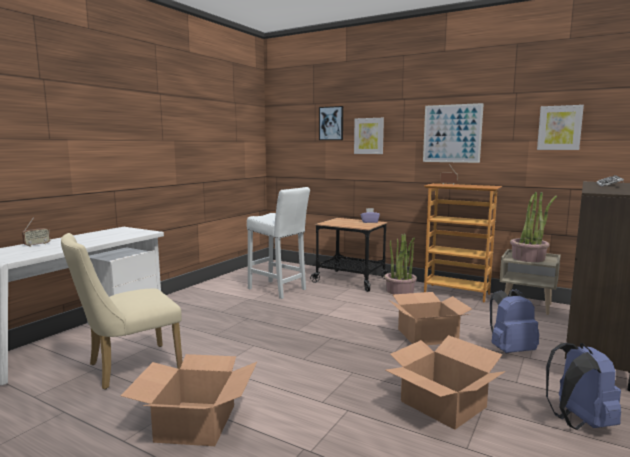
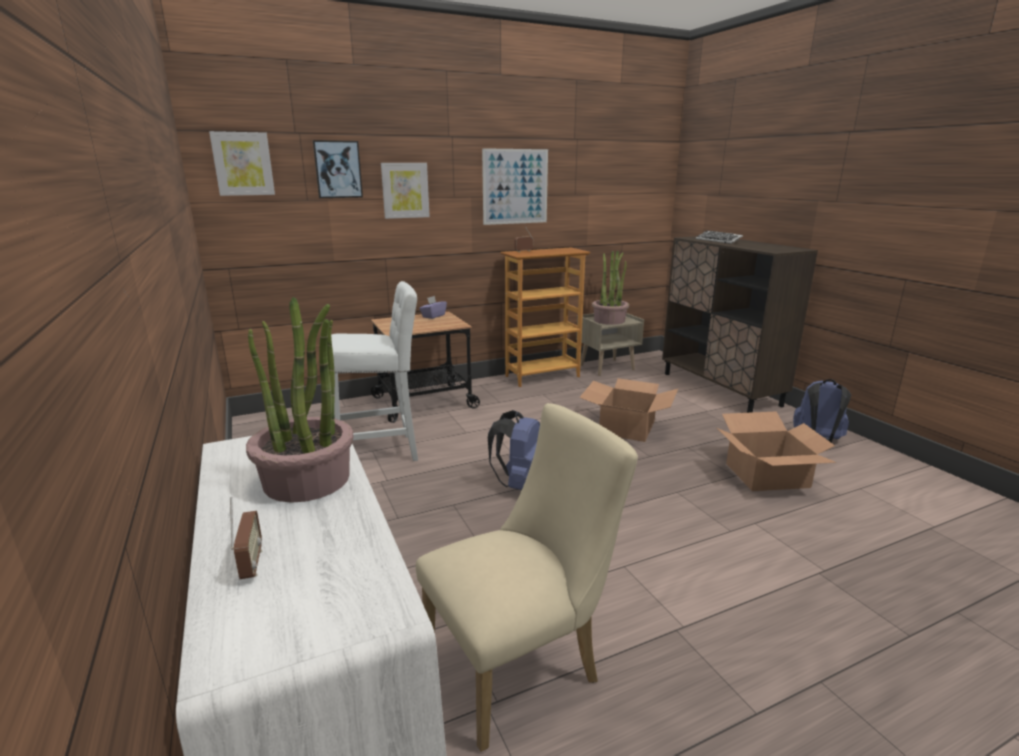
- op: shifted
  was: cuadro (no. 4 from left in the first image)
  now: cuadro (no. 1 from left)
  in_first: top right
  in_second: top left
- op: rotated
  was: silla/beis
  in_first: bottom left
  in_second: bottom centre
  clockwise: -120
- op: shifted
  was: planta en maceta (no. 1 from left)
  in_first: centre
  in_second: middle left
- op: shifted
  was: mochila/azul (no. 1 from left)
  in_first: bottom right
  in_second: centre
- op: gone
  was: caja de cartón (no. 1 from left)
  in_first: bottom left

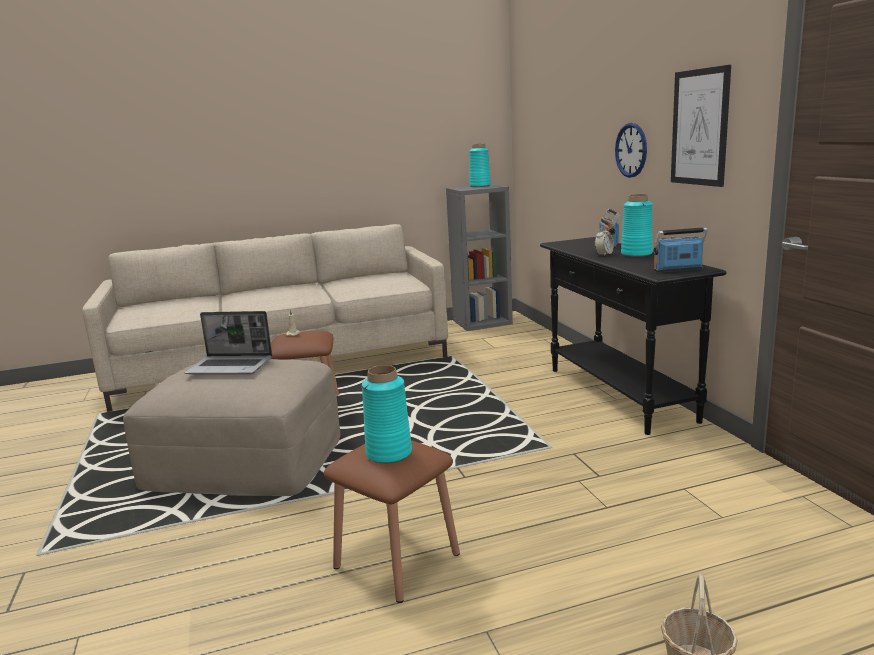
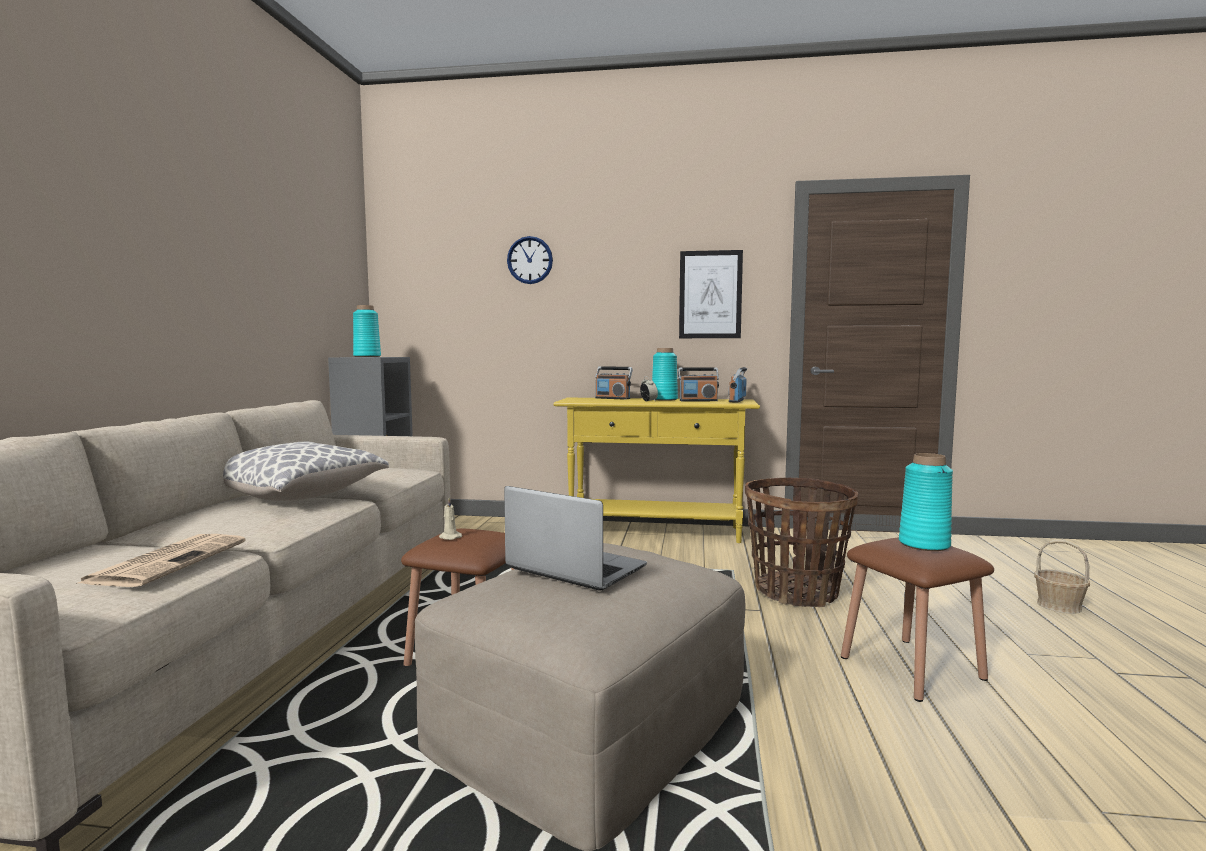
- op: shifted
  was: reloj de pared
  in_first: top right
  in_second: top centre
- op: repainted
  was: mesa consola/negro
  now: mesa consola/amarillo
  in_first: middle right
  in_second: centre
- op: rotated
  was: portátil
  in_first: middle left
  in_second: centre
  clockwise: -90
- op: new
  now: radio (no. 2 from left)
  in_second: centre
- op: new
  now: cojín
  in_second: middle left
- op: new
  now: cesta (no. 1 from left)
  in_second: centre
- op: new
  now: periódico
  in_second: middle left

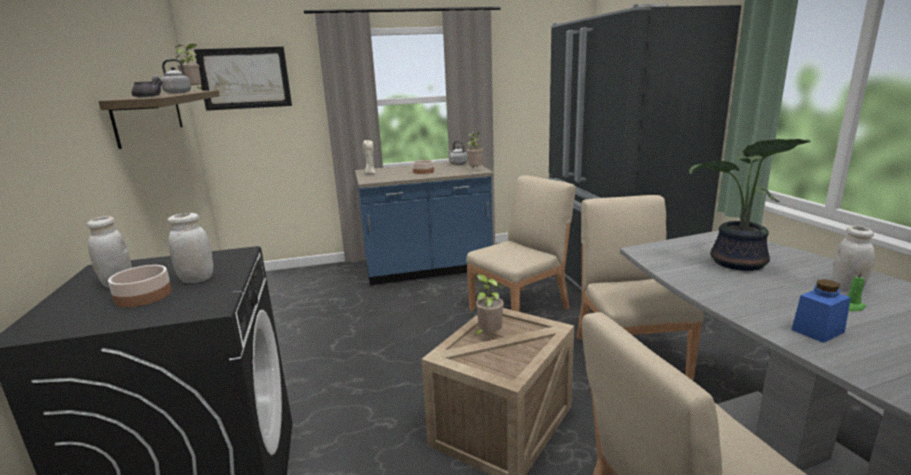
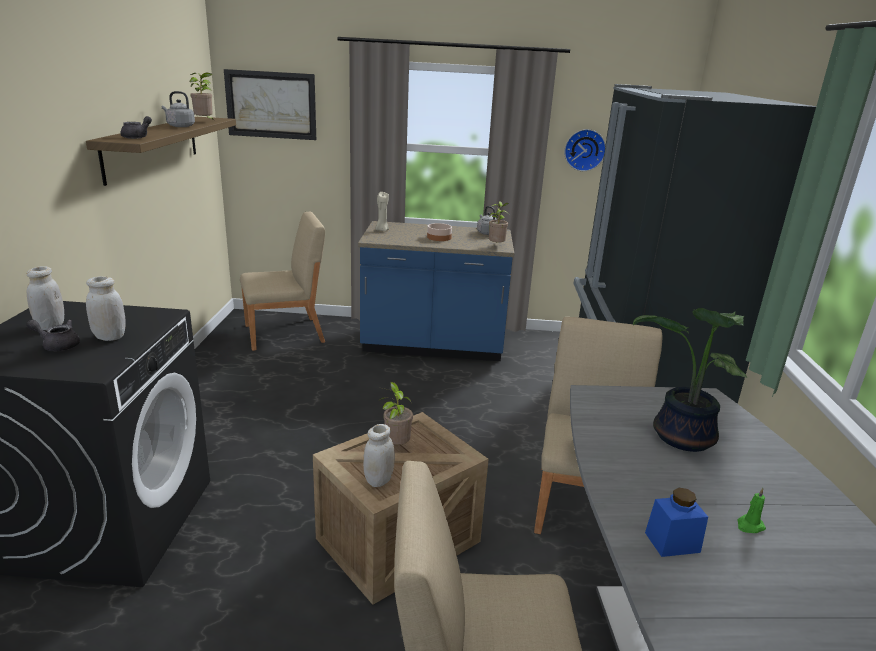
- op: shifted
  was: silla/beis (no. 1 from left)
  in_first: centre
  in_second: middle left
- op: shifted
  was: tarro/blanco (no. 3 from left)
  in_first: middle right
  in_second: bottom centre
- op: swapped
  was: cuenco (no. 1 from left)
  now: tetera/gris (no. 1 from left)
  in_first: middle left
  in_second: middle left
- op: new
  now: reloj de pared
  in_second: top right

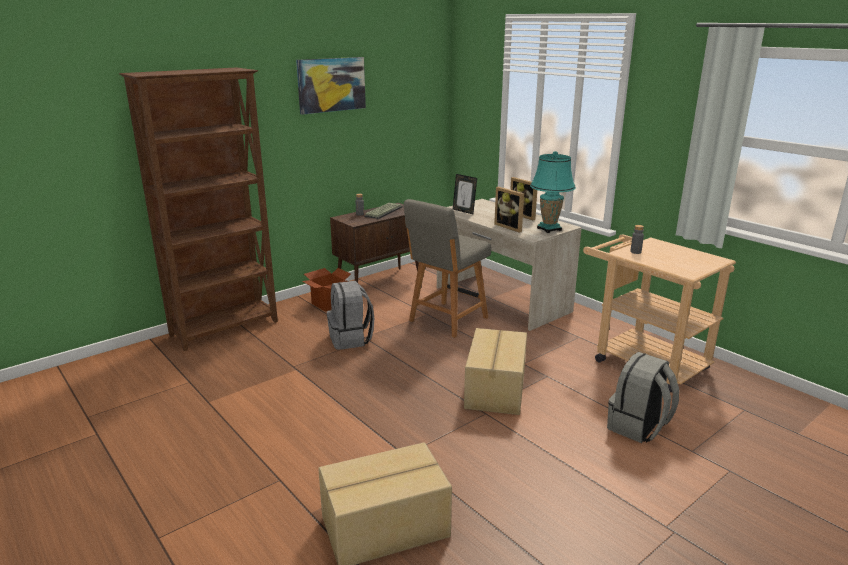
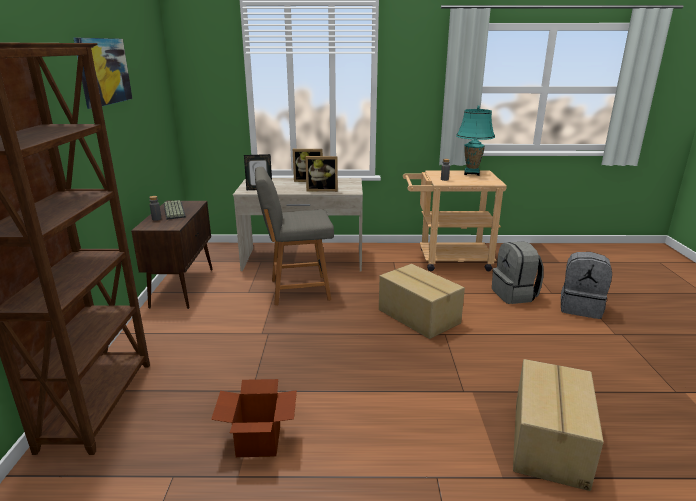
- op: shifted
  was: lámpara de mesa/turquesa
  in_first: centre
  in_second: top right
- op: rotated
  was: silla/gris
  in_first: centre
  in_second: centre
  clockwise: 90
- op: shifted
  was: caja de cartón (no. 1 from left)
  in_first: centre
  in_second: bottom centre
- op: shifted
  was: mochila/gris (no. 1 from left in the first image)
  now: mochila/gris (no. 2 from left)
  in_first: centre
  in_second: middle right

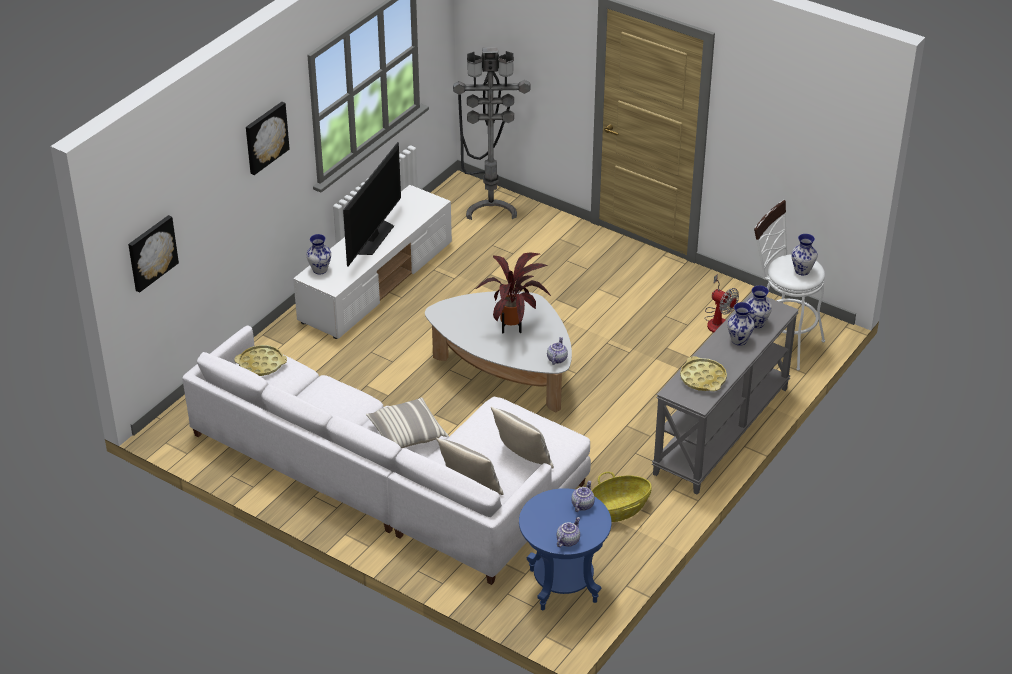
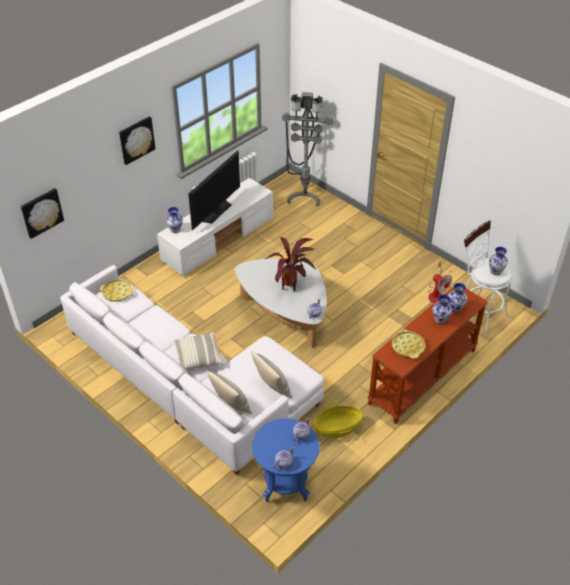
- op: repainted
  was: mesa consola/gris
  now: mesa consola/marrón
  in_first: middle right
  in_second: middle right

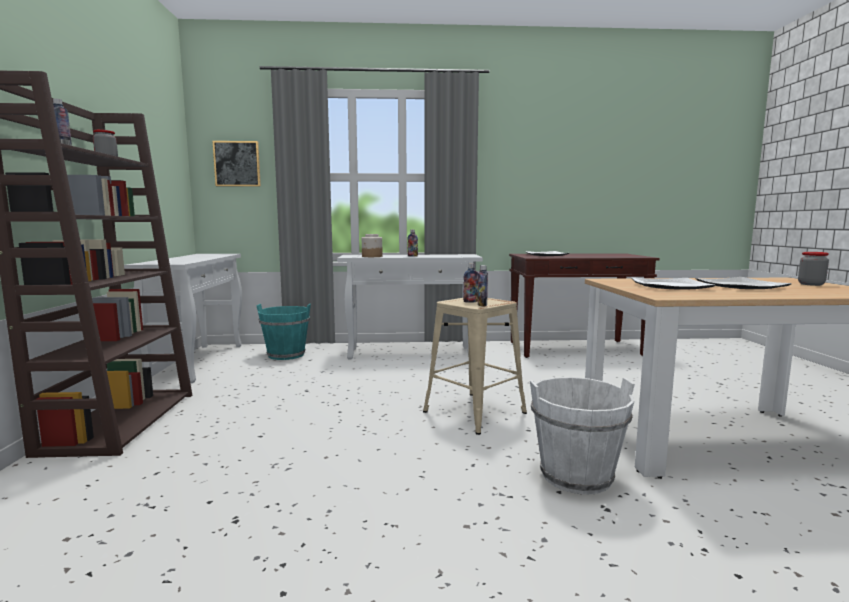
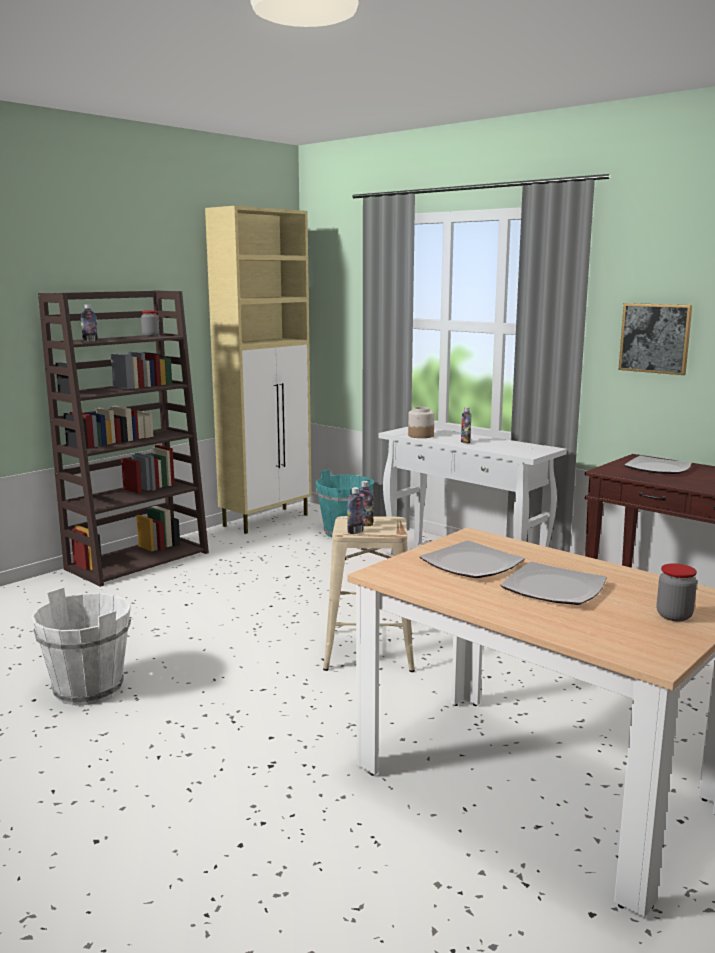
- op: shifted
  was: cuadro
  in_first: top left
  in_second: middle right
- op: swapped
  was: mesa consola/blanco (no. 1 from left)
  now: armario/beis
  in_first: middle left
  in_second: centre
- op: shifted
  was: cubo/blanco
  in_first: bottom right
  in_second: bottom left

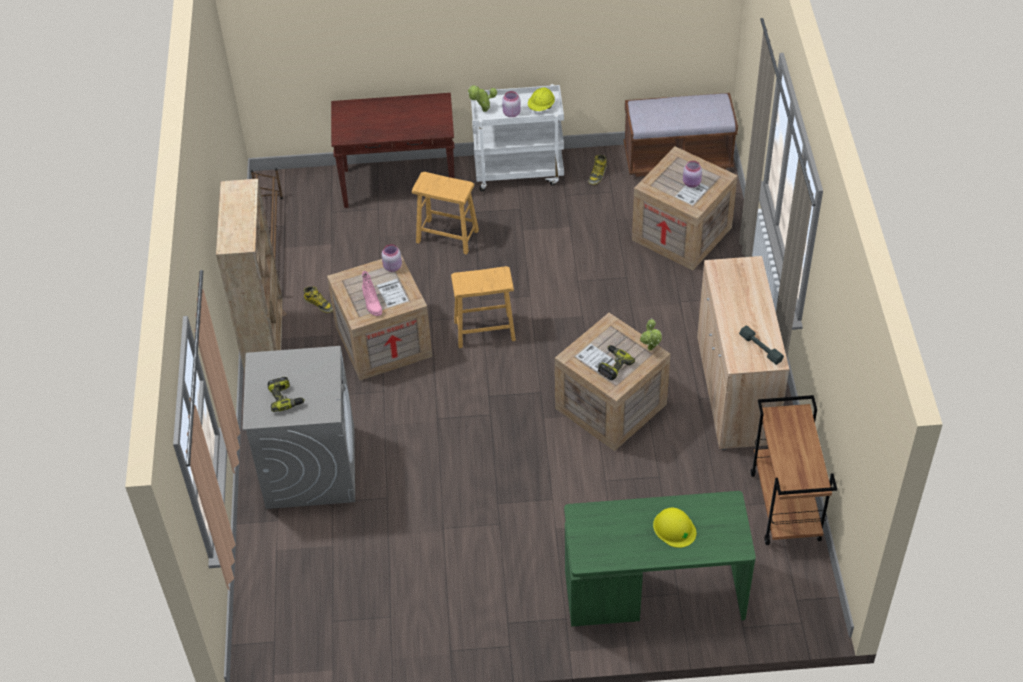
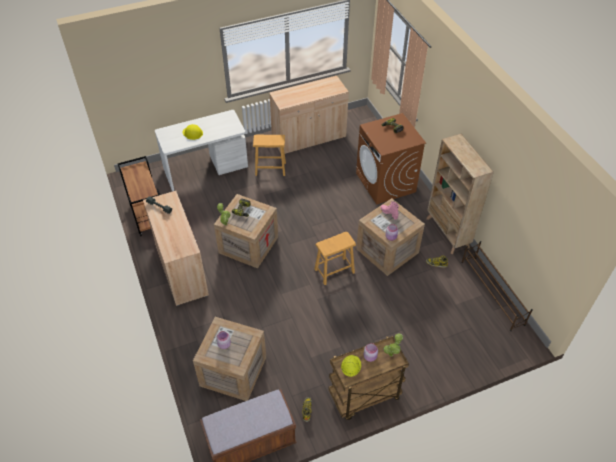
- op: repainted
  was: carrito/blanco
  now: carrito/marrón (no. 2 from left)
  in_first: top centre
  in_second: bottom centre
- op: gone
  was: mesa consola/marrón
  in_first: top centre
- op: shifted
  was: taburete/marrón (no. 1 from left)
  in_first: top centre
  in_second: centre
- op: repainted
  was: lavadora/gris
  now: lavadora/marrón
  in_first: middle left
  in_second: centre
- op: repainted
  was: escritorio/verde
  now: escritorio/blanco
  in_first: bottom centre
  in_second: top left
- op: new
  now: armario/beis (no. 2 from left)
  in_second: top centre

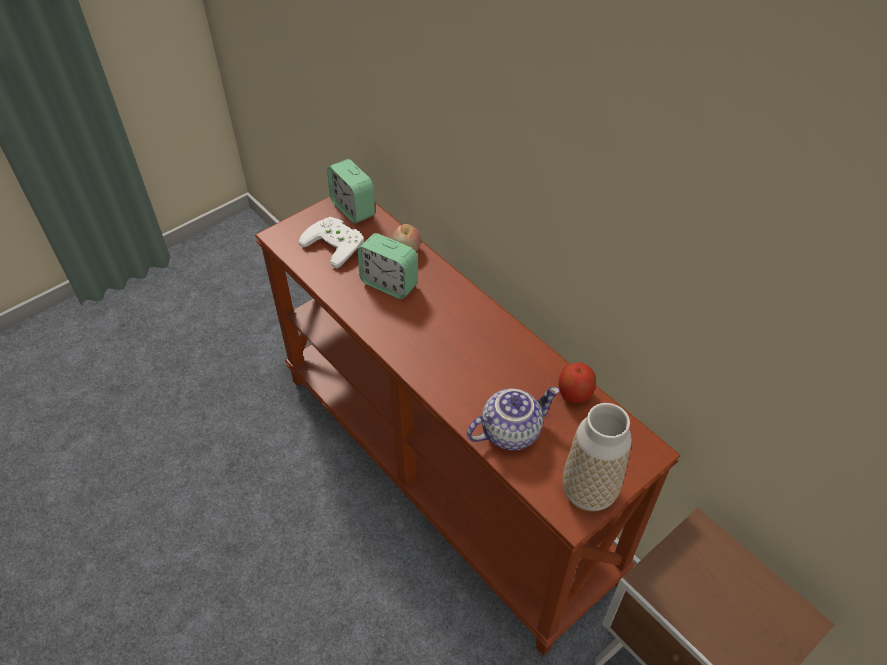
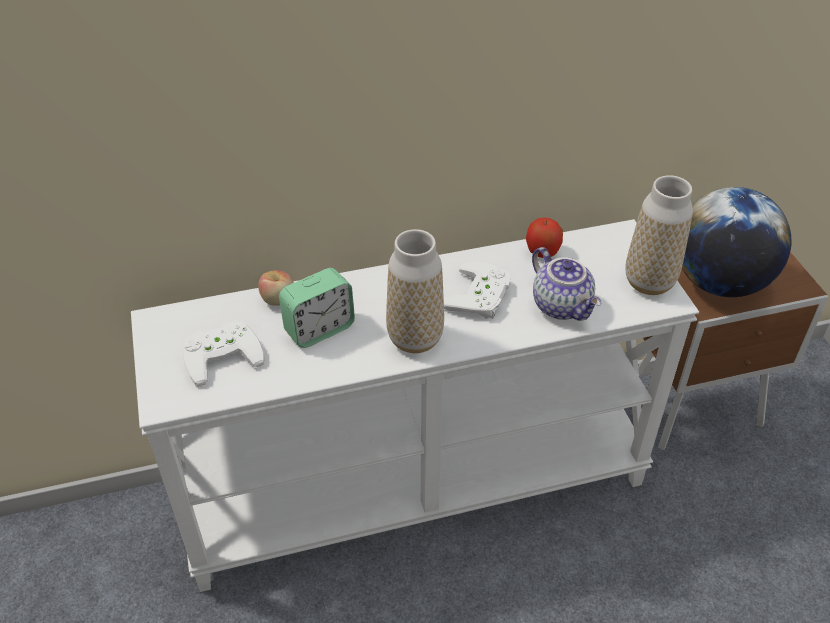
- op: gone
  was: despertador (no. 1 from left)
  in_first: top centre
- op: repainted
  was: mesa consola/marrón
  now: mesa consola/blanco
  in_first: centre
  in_second: centre
- op: rotated
  was: tetera
  in_first: centre
  in_second: middle right
  clockwise: 150
- op: new
  now: globo terráqueo
  in_second: middle right
- op: new
  now: florero (no. 1 from left)
  in_second: centre
- op: new
  now: mando de consola/blanco (no. 2 from left)
  in_second: centre

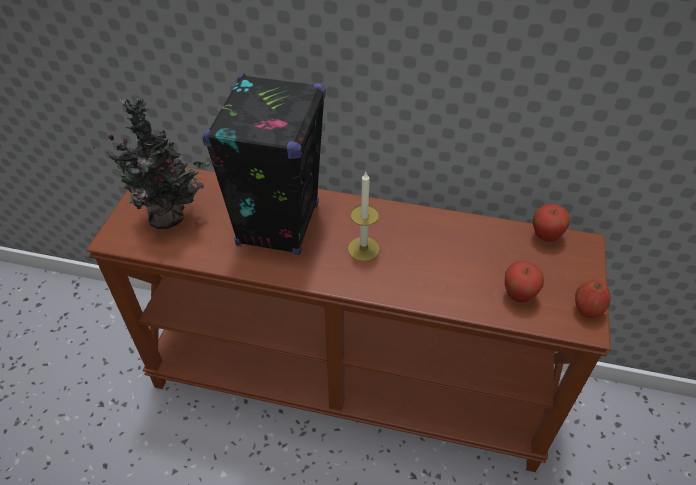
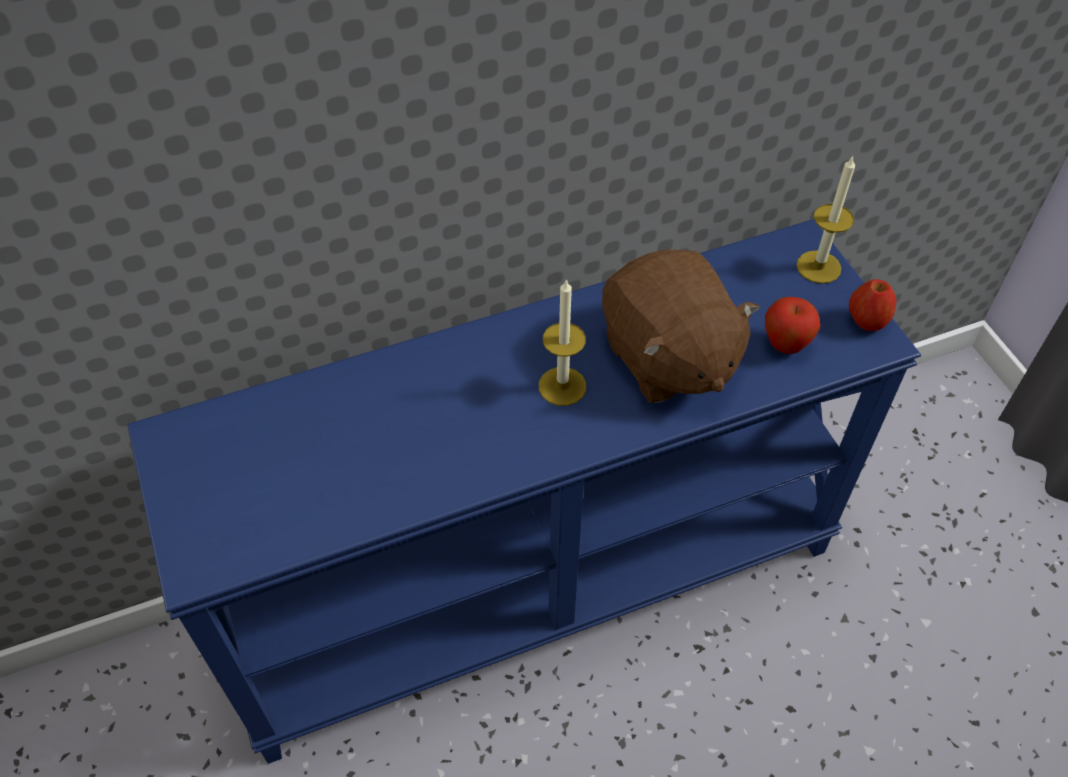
- op: gone
  was: altavoz/negro
  in_first: centre
- op: gone
  was: planta en maceta
  in_first: middle left
- op: repainted
  was: mesa consola/marrón
  now: mesa consola/azul
  in_first: centre
  in_second: centre
- op: gone
  was: manzana (no. 2 from left)
  in_first: middle right
- op: new
  now: vela (no. 2 from left)
  in_second: top right
- op: new
  now: peluche/marrón
  in_second: centre

